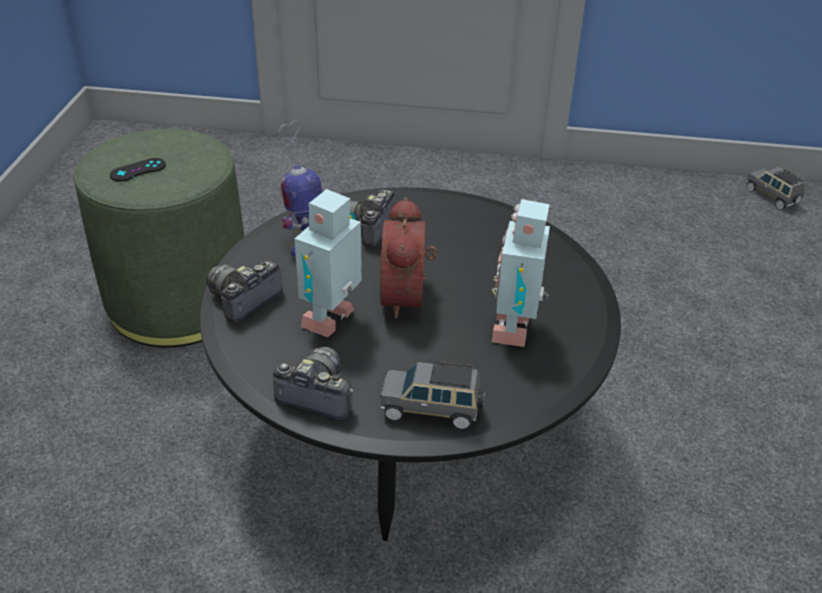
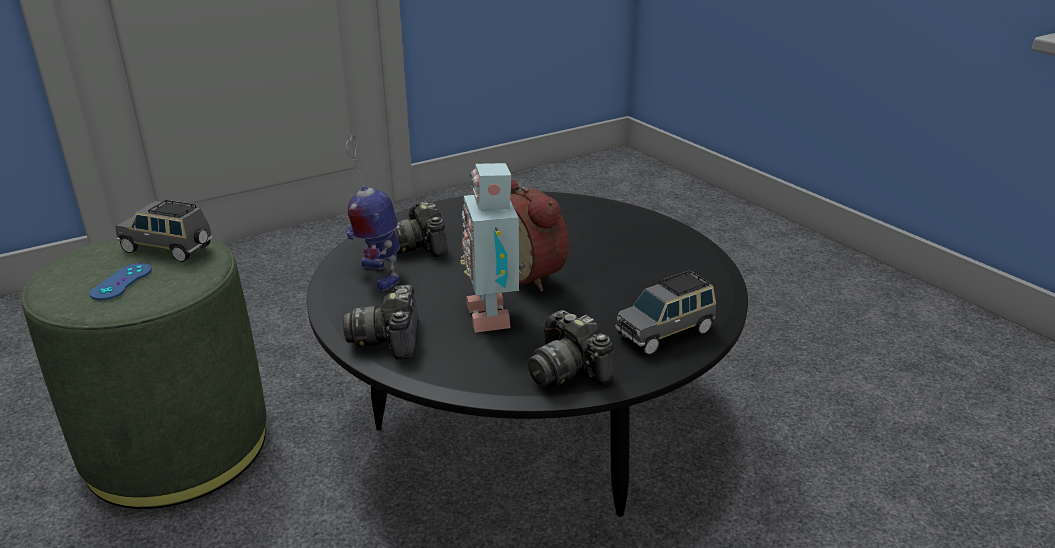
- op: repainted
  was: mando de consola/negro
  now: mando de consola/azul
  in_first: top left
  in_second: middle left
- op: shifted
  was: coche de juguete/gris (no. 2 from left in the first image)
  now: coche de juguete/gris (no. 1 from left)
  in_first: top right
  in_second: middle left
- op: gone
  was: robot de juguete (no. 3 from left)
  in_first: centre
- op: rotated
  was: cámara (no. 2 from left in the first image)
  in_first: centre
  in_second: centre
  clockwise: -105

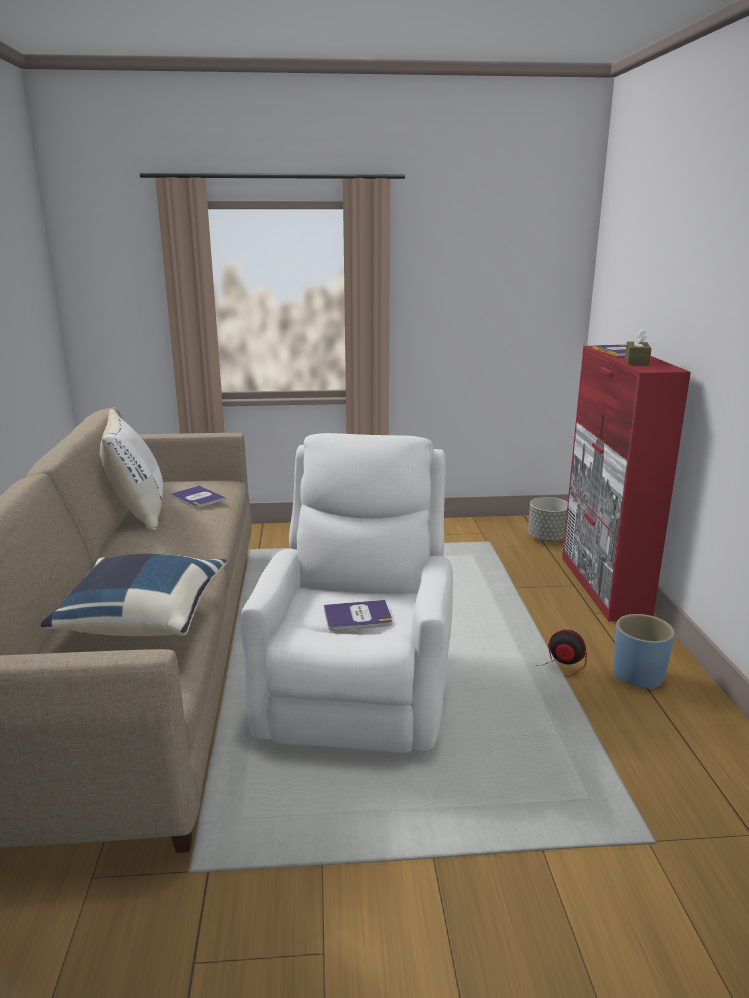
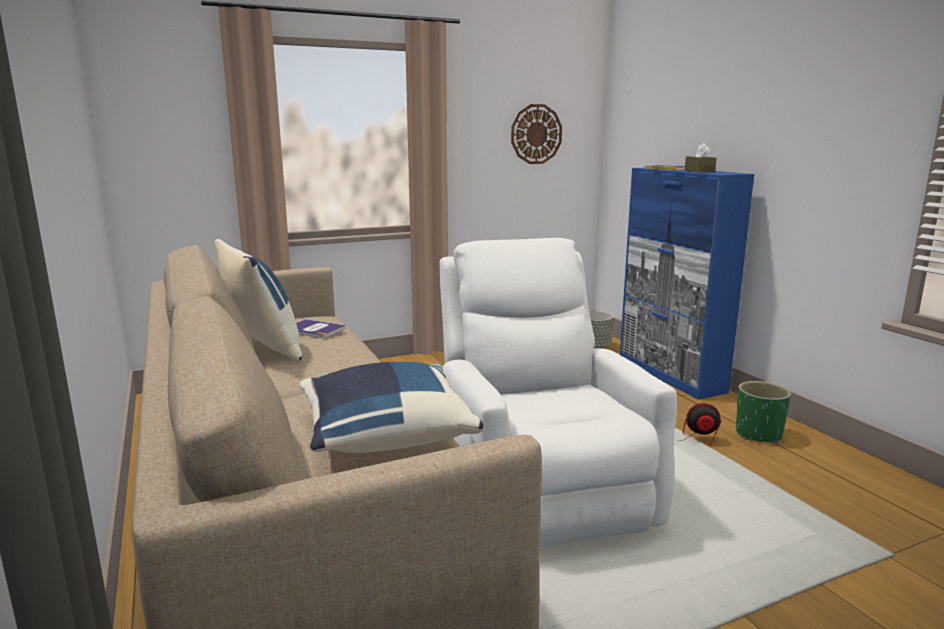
- op: repainted
  was: armario/rojo
  now: armario/azul
  in_first: middle right
  in_second: middle right
- op: repainted
  was: cojín/blanco
  now: cojín/azul (no. 1 from left)
  in_first: middle left
  in_second: middle left
- op: gone
  was: libro (no. 2 from left)
  in_first: centre
- op: repainted
  was: maceta/azul
  now: maceta/verde
  in_first: middle right
  in_second: middle right
- op: new
  now: reloj de pared
  in_second: top centre

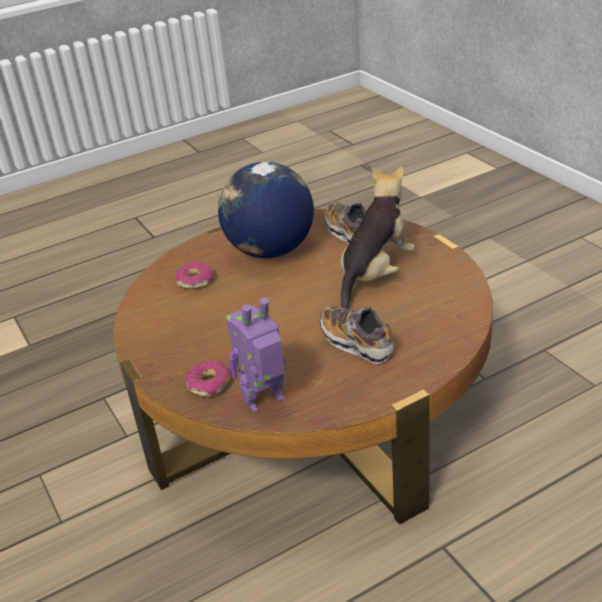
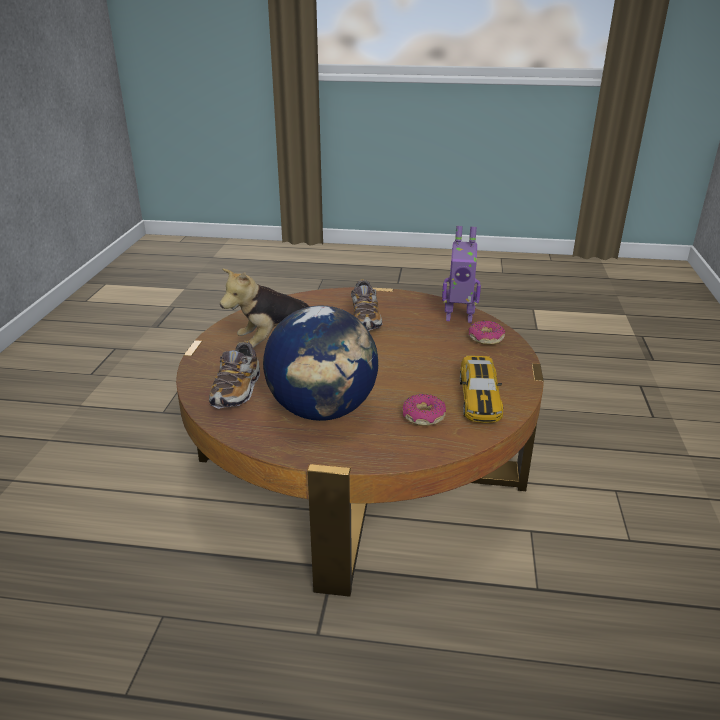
- op: new
  now: coche de juguete
  in_second: middle right

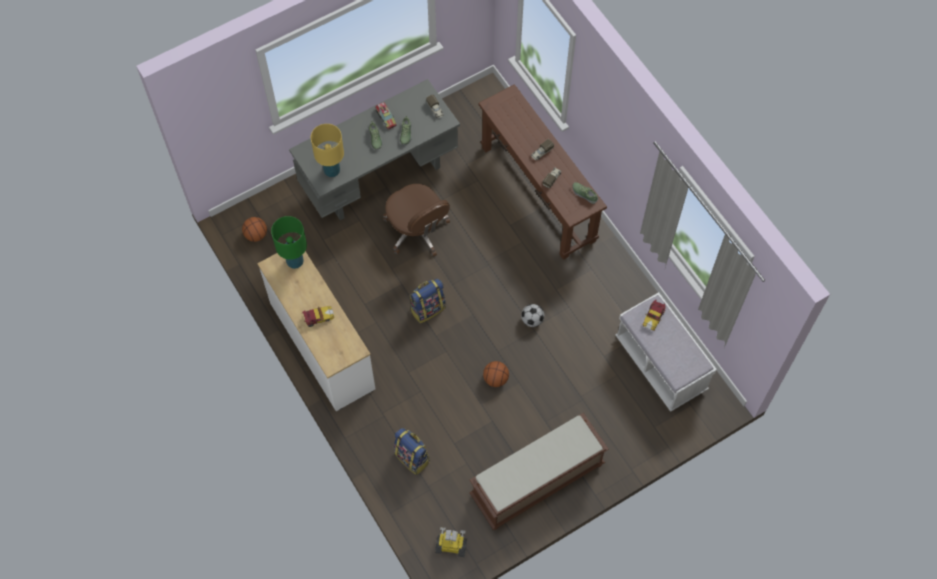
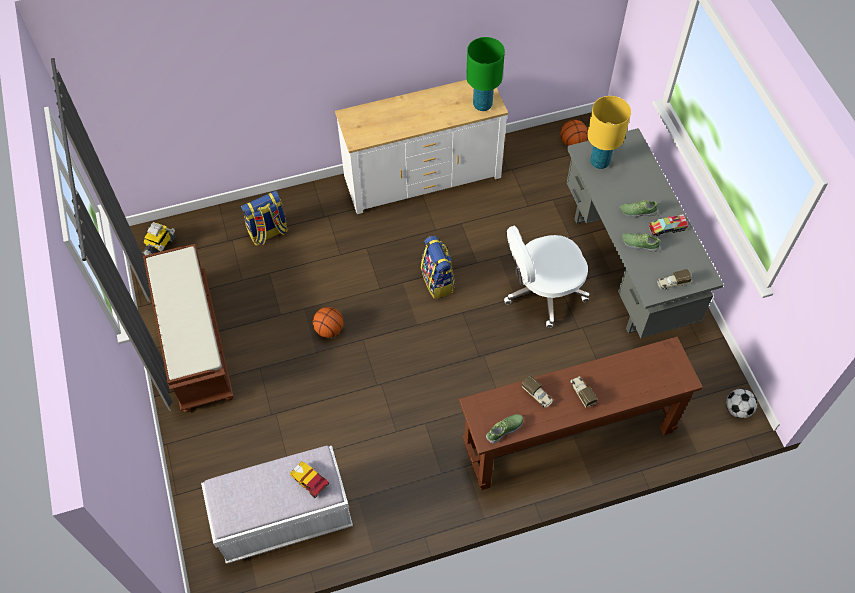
- op: repainted
  was: silla de oficina/marrón
  now: silla de oficina/blanco
  in_first: centre
  in_second: centre
- op: shifted
  was: balón de fútbol
  in_first: centre
  in_second: bottom right
- op: gone
  was: coche de juguete (no. 1 from left)
  in_first: centre

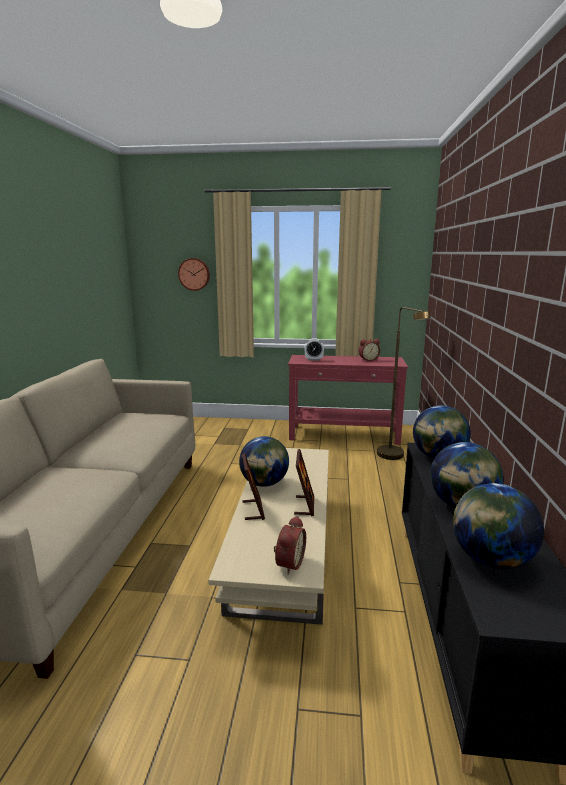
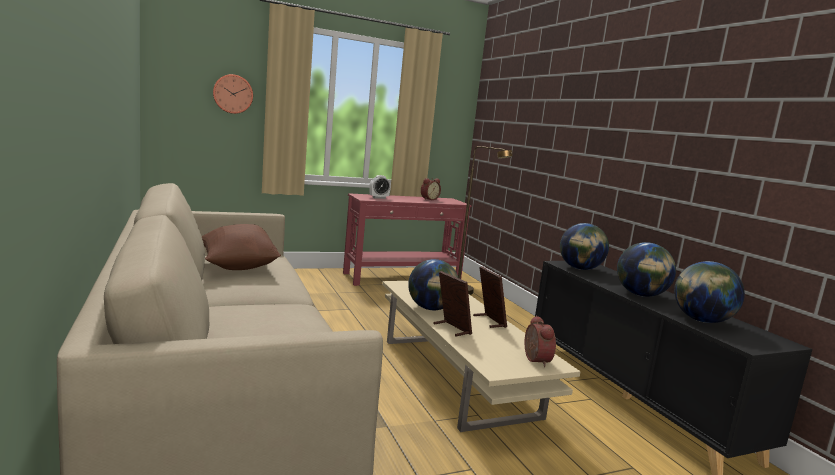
- op: new
  now: cojín/marrón
  in_second: middle left

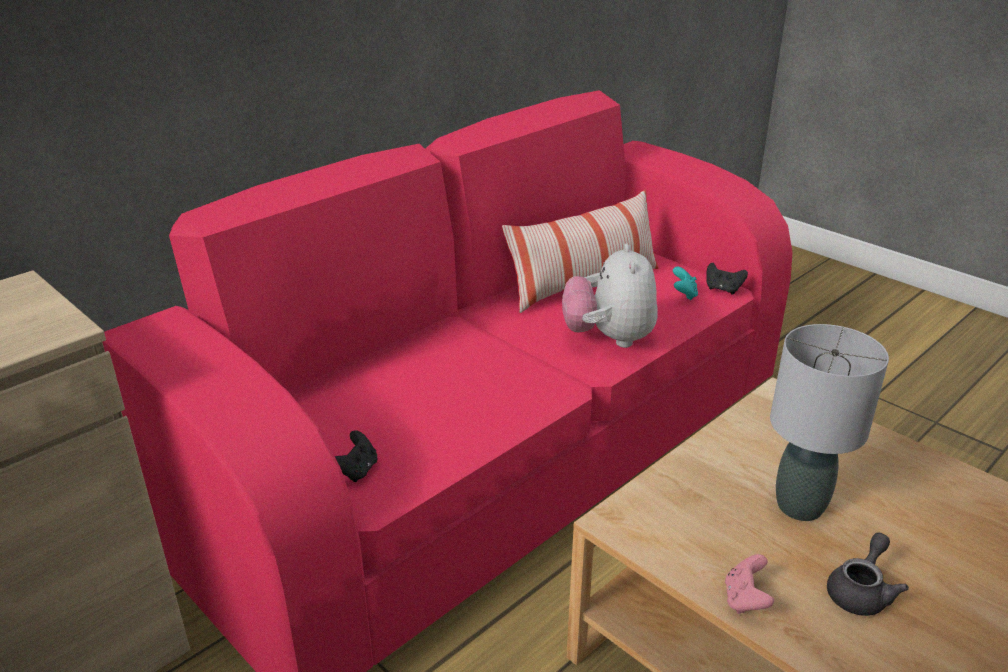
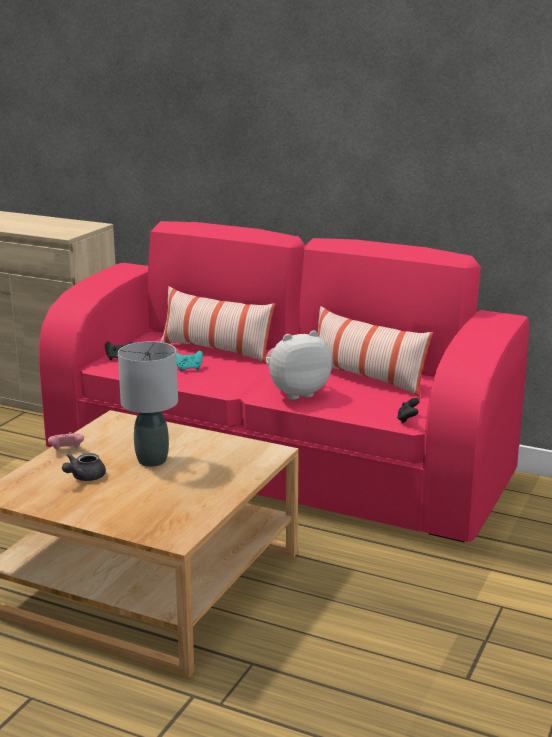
- op: shifted
  was: mando de consola/turquesa
  in_first: middle right
  in_second: centre
- op: rotated
  was: tetera/gris
  in_first: bottom right
  in_second: middle left
  clockwise: 105
- op: new
  now: cojín (no. 1 from left)
  in_second: centre

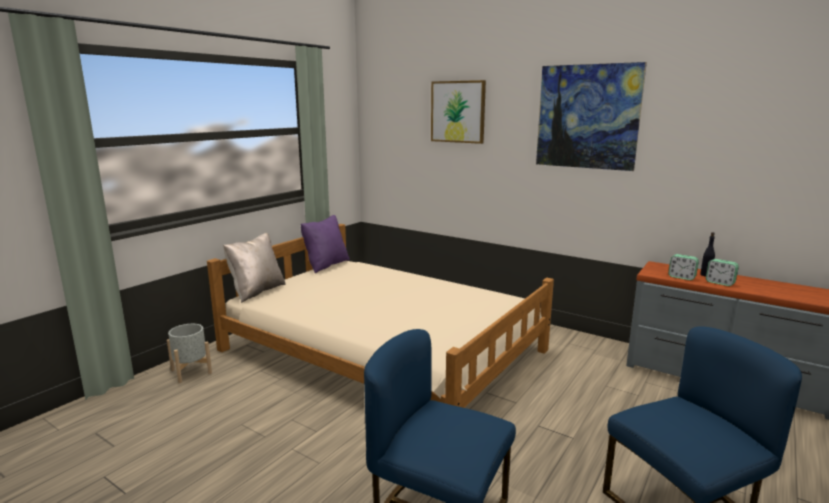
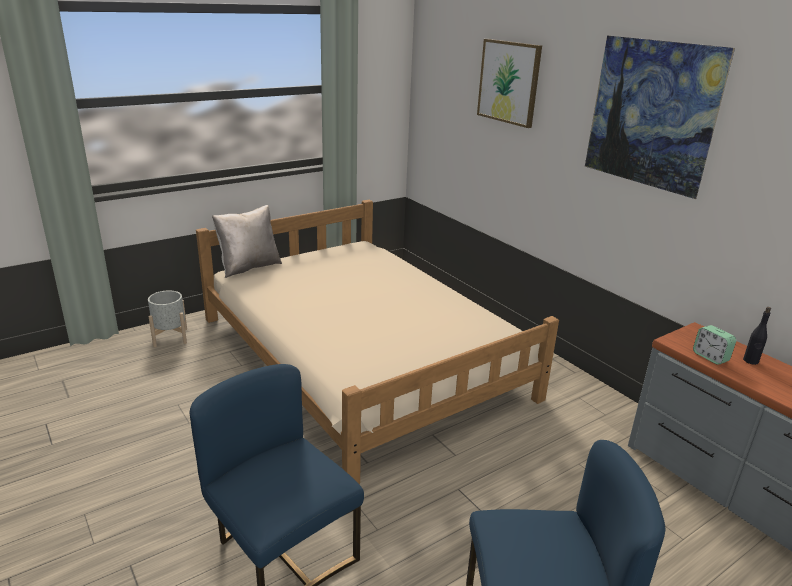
- op: gone
  was: cojín/morado
  in_first: centre
- op: gone
  was: despertador (no. 2 from left)
  in_first: middle right

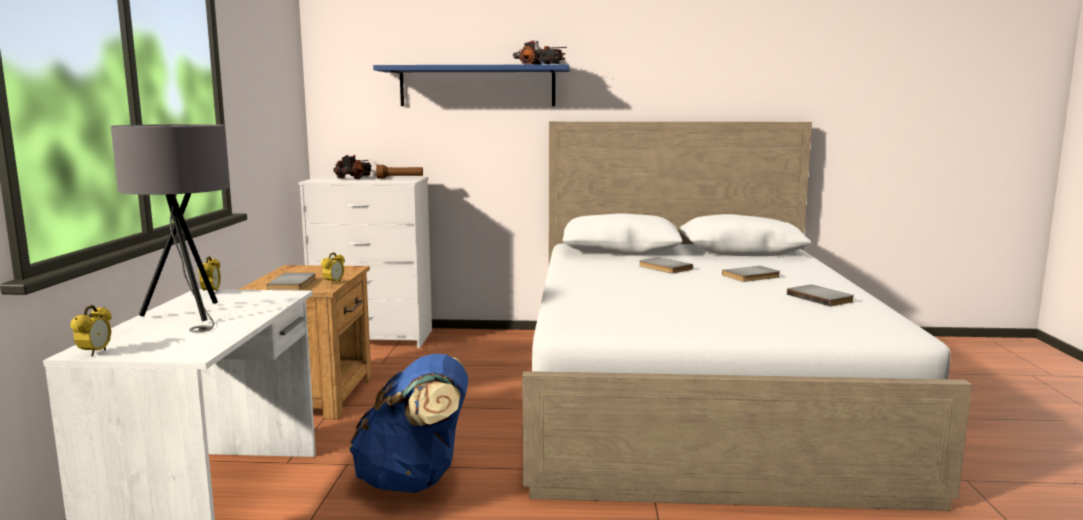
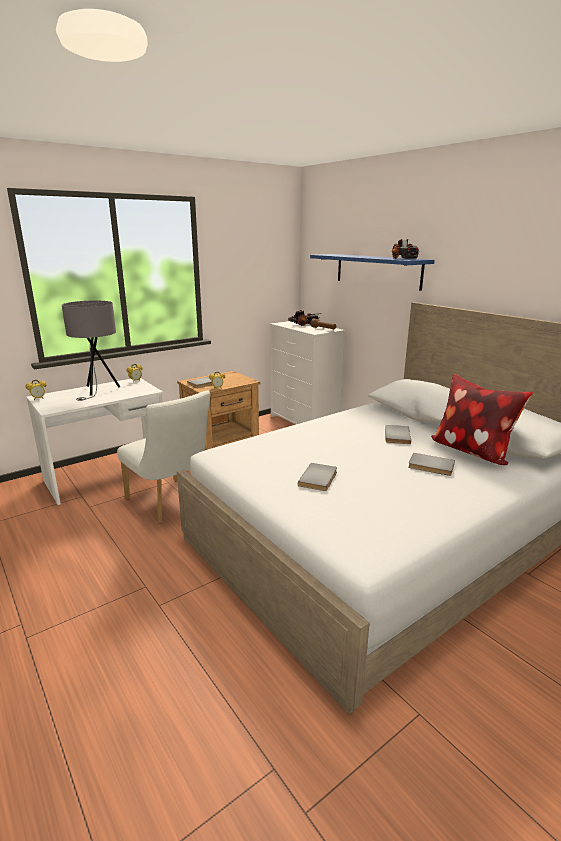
- op: shifted
  was: libro/gris (no. 4 from left in the first image)
  now: libro/gris (no. 2 from left)
  in_first: middle right
  in_second: centre
- op: swapped
  was: mochila/azul
  now: silla/blanco
  in_first: bottom centre
  in_second: middle left
- op: new
  now: cojín
  in_second: middle right

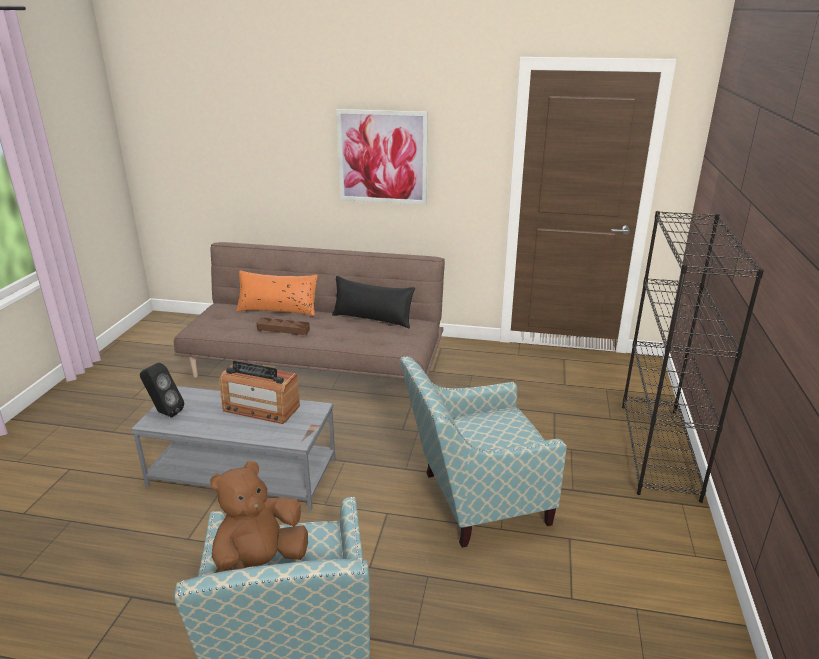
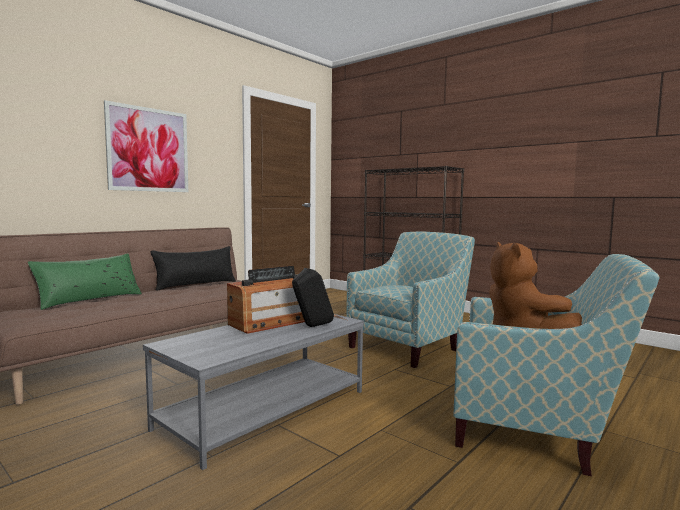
- op: repainted
  was: cojín/naranja
  now: cojín/verde
  in_first: centre
  in_second: middle left
- op: gone
  was: bandeja/marrón
  in_first: centre
- op: rotated
  was: sillón (no. 2 from left in the first image)
  in_first: bottom centre
  in_second: centre
  clockwise: -150
- op: shifted
  was: altavoz/negro
  in_first: middle left
  in_second: centre

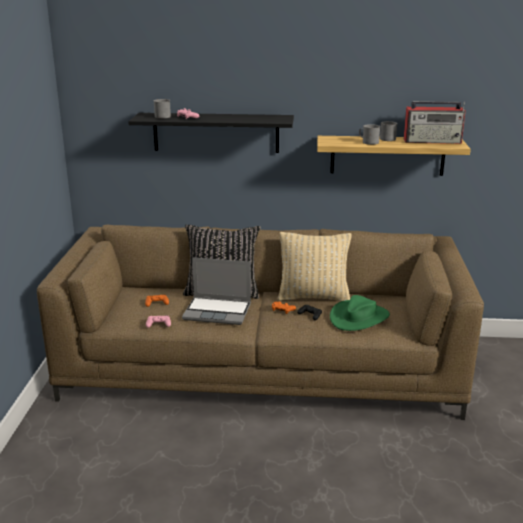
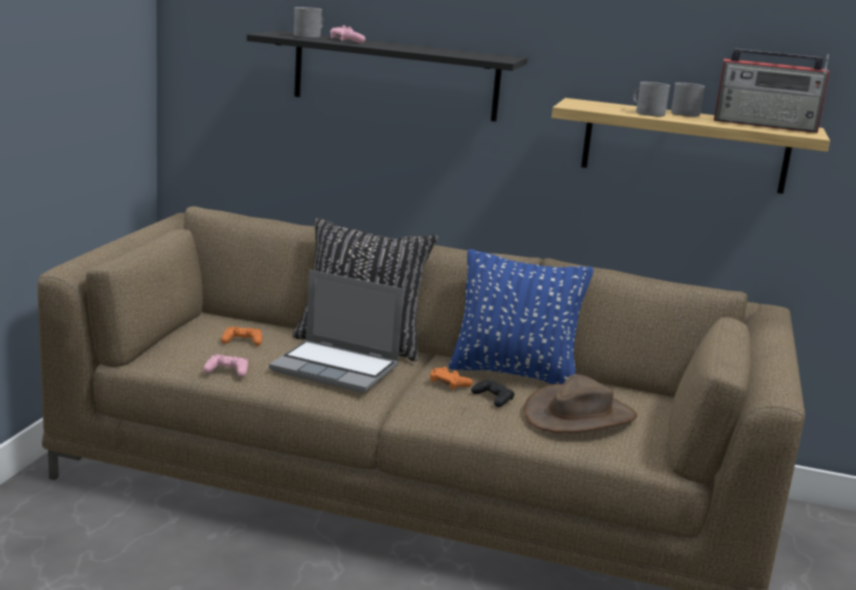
- op: repainted
  was: cojín/beis
  now: cojín/azul
  in_first: centre
  in_second: centre
- op: repainted
  was: sombrero/verde
  now: sombrero/marrón
  in_first: middle right
  in_second: bottom right

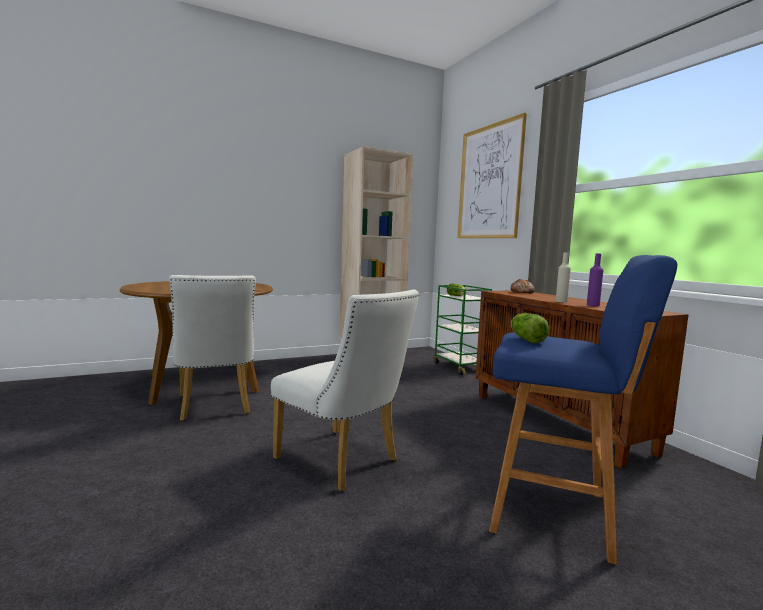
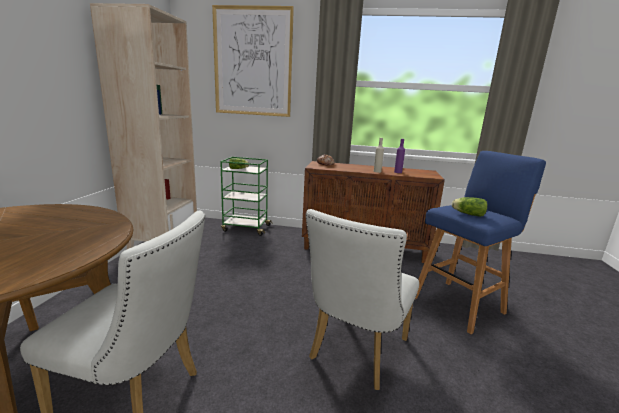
- op: rotated
  was: silla/blanco (no. 2 from left)
  in_first: centre
  in_second: bottom centre
  clockwise: 135

